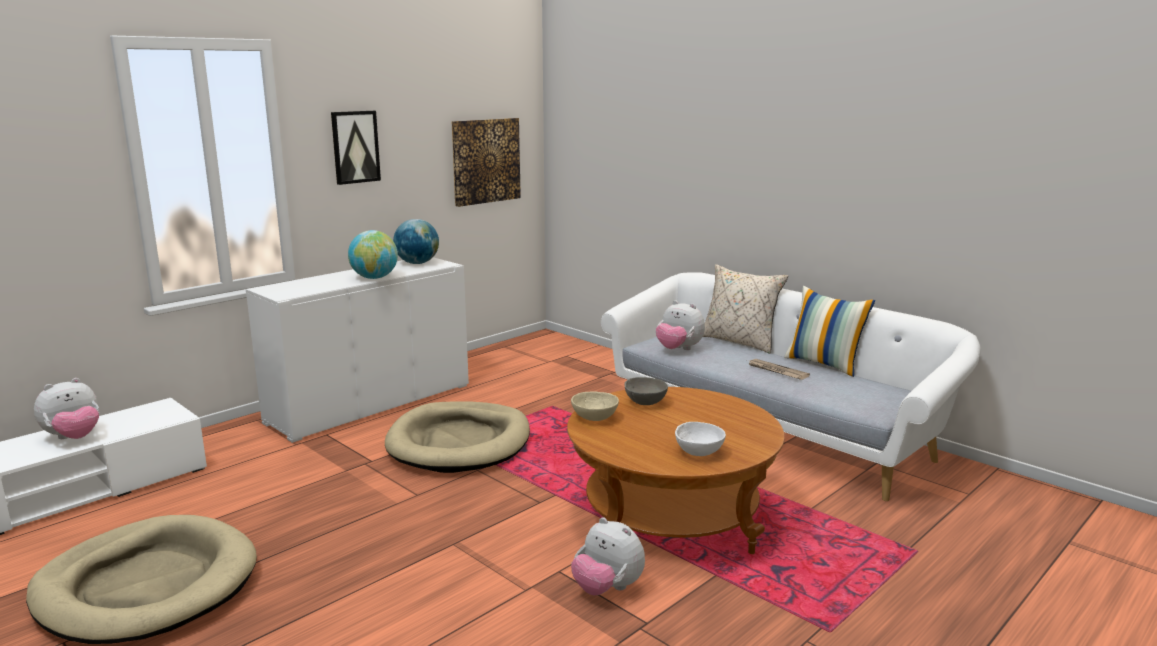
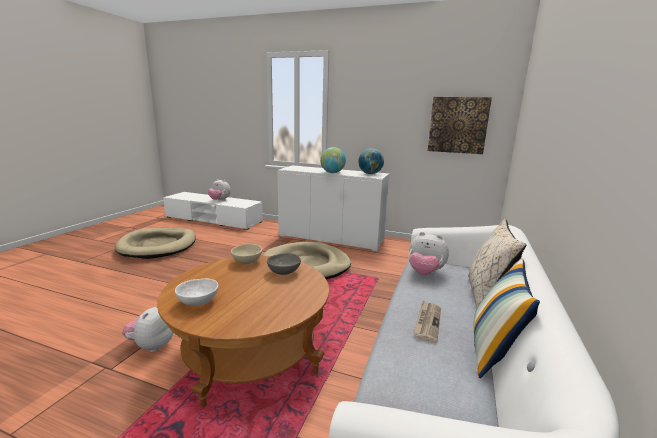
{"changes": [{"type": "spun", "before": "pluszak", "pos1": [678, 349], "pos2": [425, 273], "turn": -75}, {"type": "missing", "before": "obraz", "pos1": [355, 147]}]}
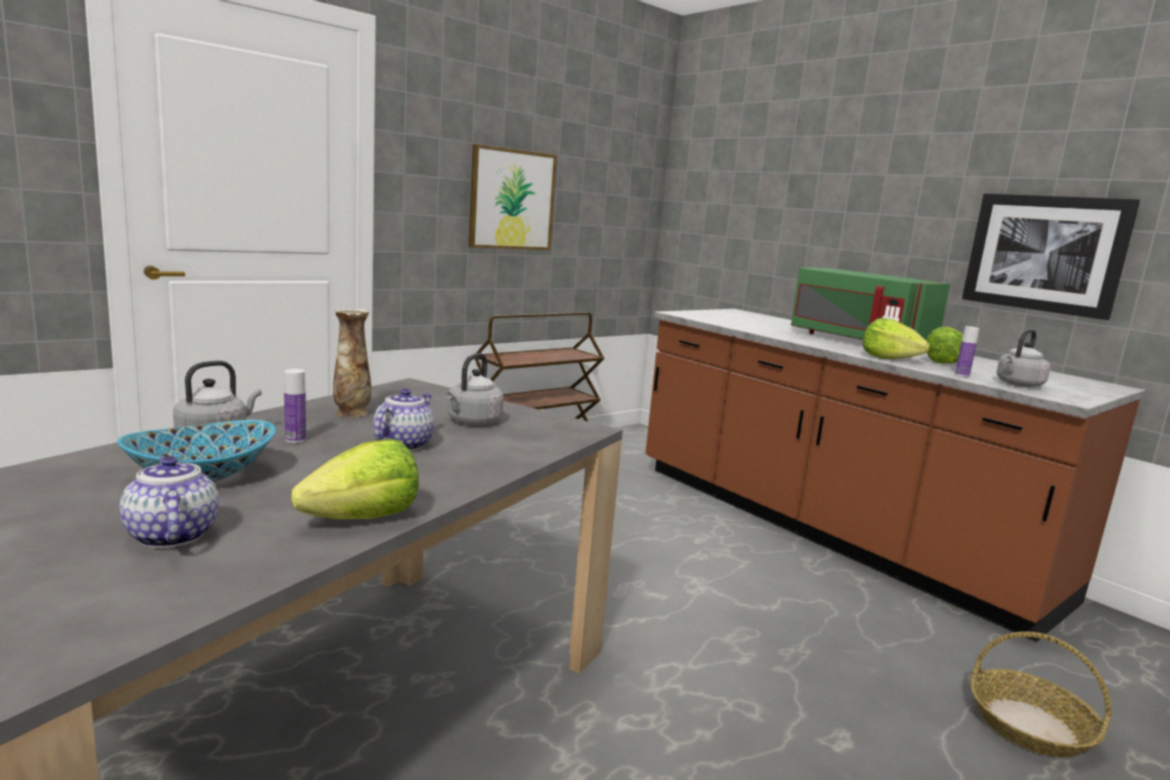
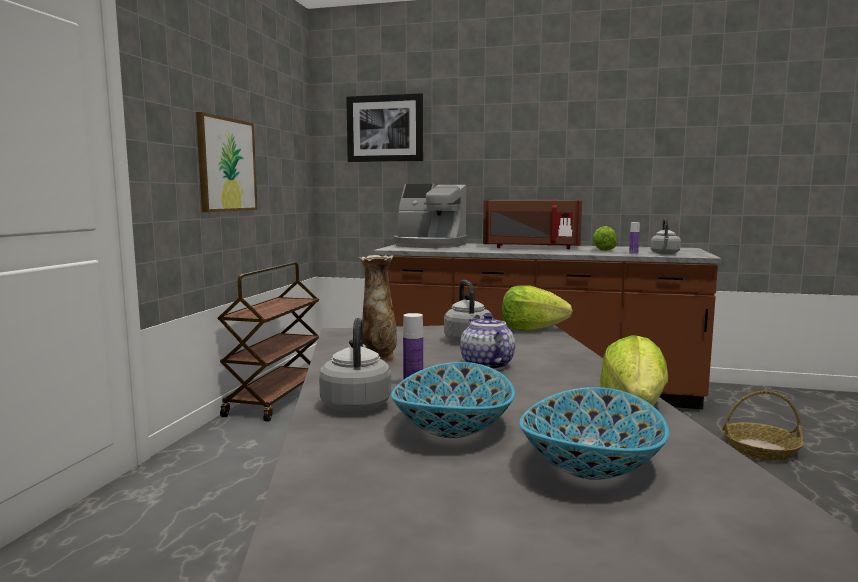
{"changes": [{"type": "relocated", "before": "obraz", "pos1": [1044, 253], "pos2": [385, 128]}, {"type": "appeared", "after": "ekspres do kawy", "pos2": [429, 245]}, {"type": "colour", "before": "mikrofalówka [zielony]", "after": "mikrofalówka [brązowy]", "pos1": [857, 341], "pos2": [531, 247]}, {"type": "relocated", "before": "sałata", "pos1": [889, 358], "pos2": [531, 329]}, {"type": "exchanged", "before": "imbryk", "after": "miska", "pos1": [171, 535], "pos2": [589, 466]}]}
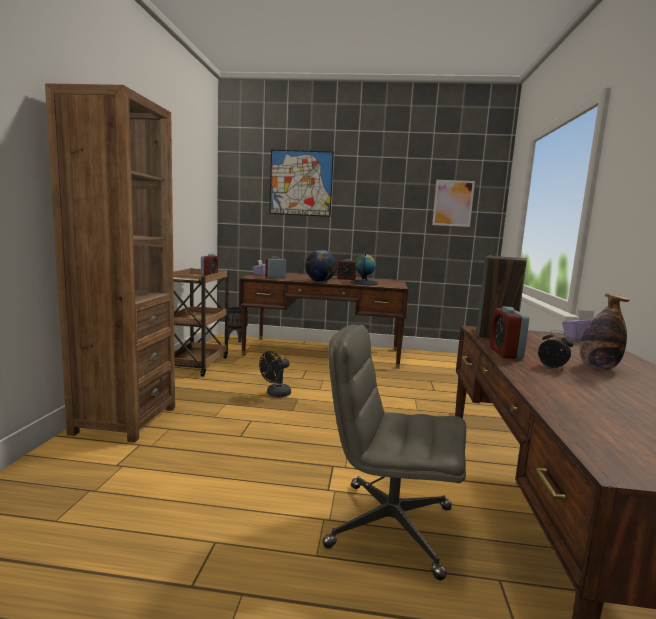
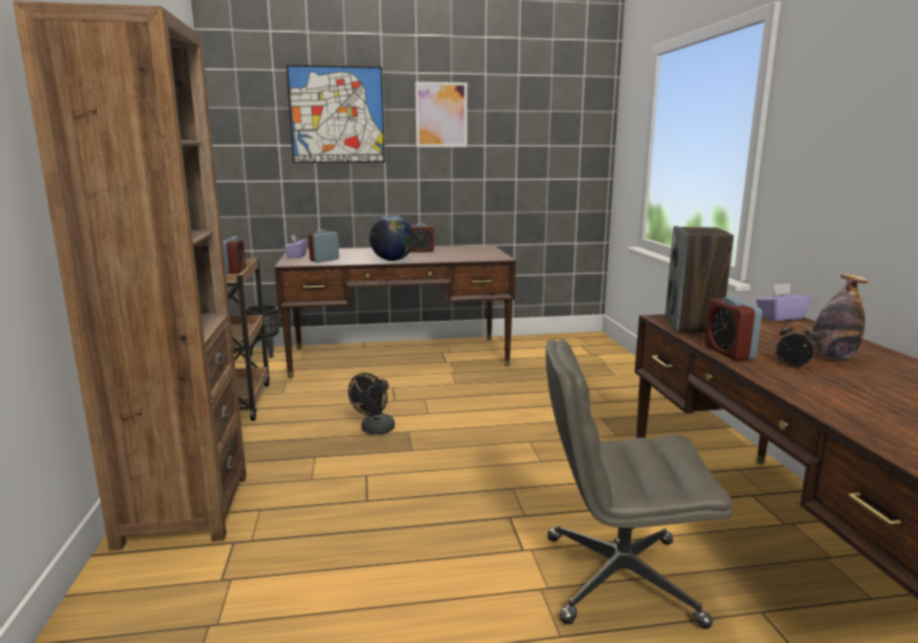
{"changes": [{"type": "relocated", "before": "obraz", "pos1": [453, 203], "pos2": [441, 115]}, {"type": "missing", "before": "globus", "pos1": [364, 283]}]}
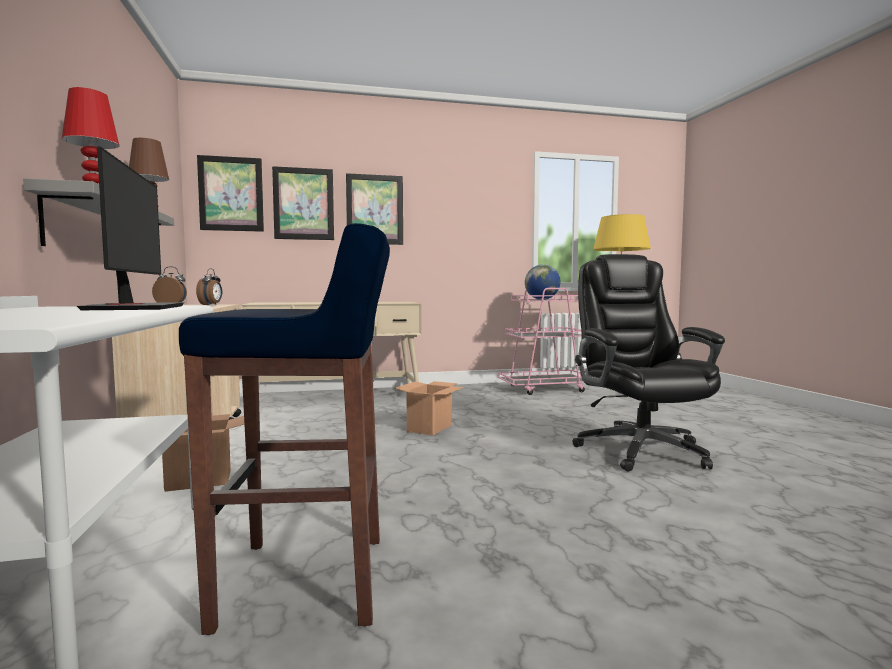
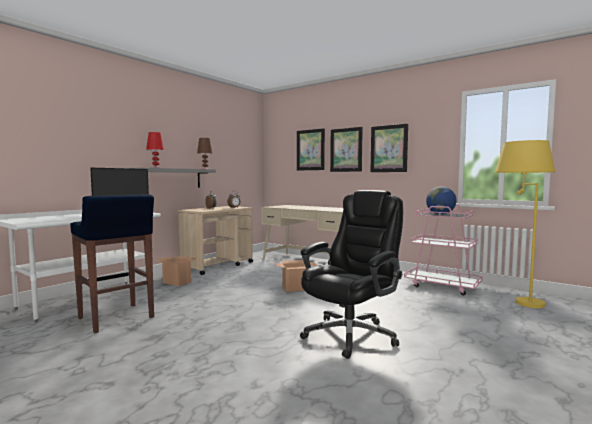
{"changes": [{"type": "relocated", "before": "obraz", "pos1": [231, 194], "pos2": [389, 148]}]}
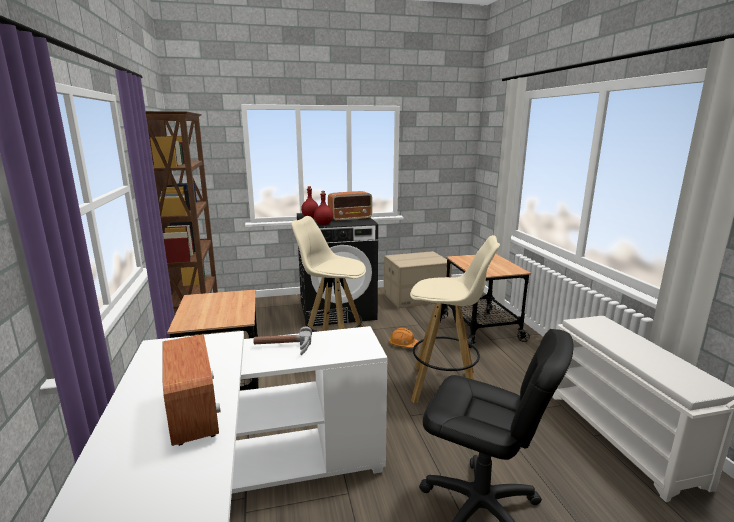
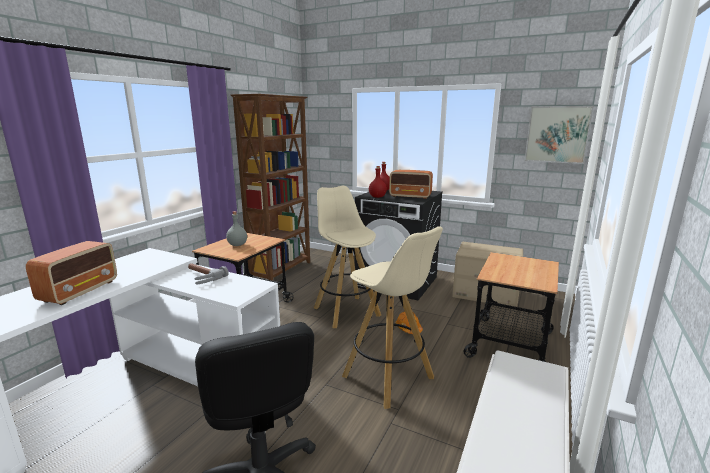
{"changes": [{"type": "appeared", "after": "butelka [szary]", "pos2": [237, 245]}, {"type": "appeared", "after": "obraz", "pos2": [557, 134]}]}
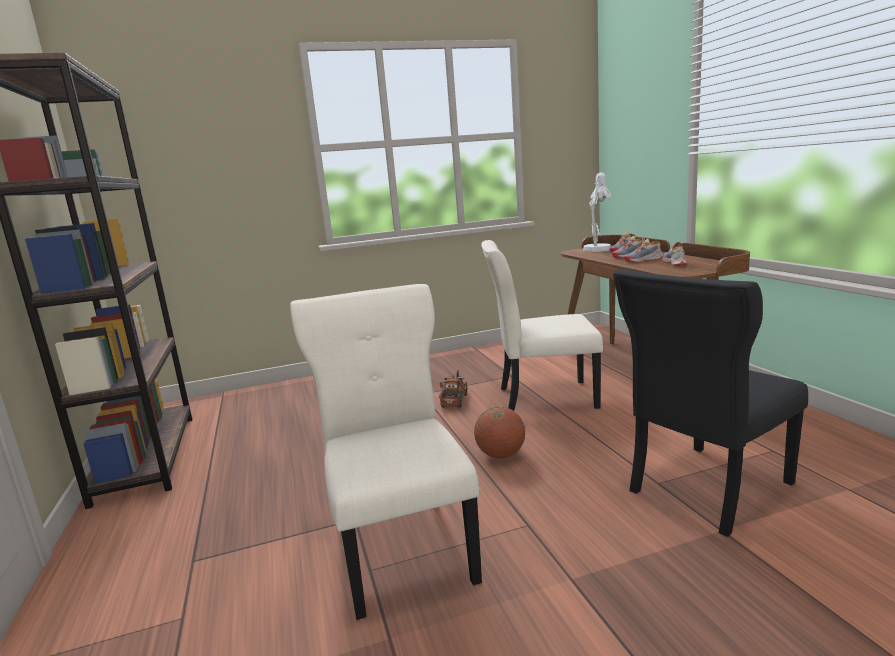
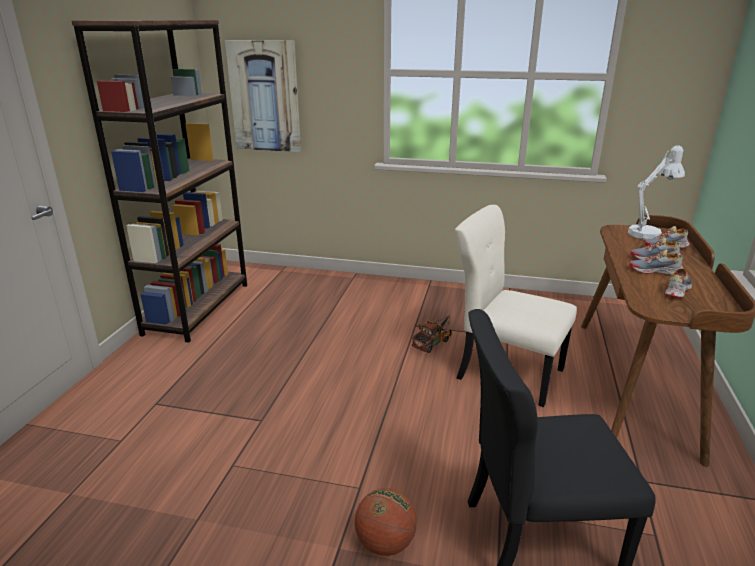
{"changes": [{"type": "appeared", "after": "obraz", "pos2": [265, 97]}, {"type": "relocated", "before": "piłka do koszykówki", "pos1": [501, 455], "pos2": [385, 543]}, {"type": "missing", "before": "krzesło [beżowy]", "pos1": [403, 548]}]}
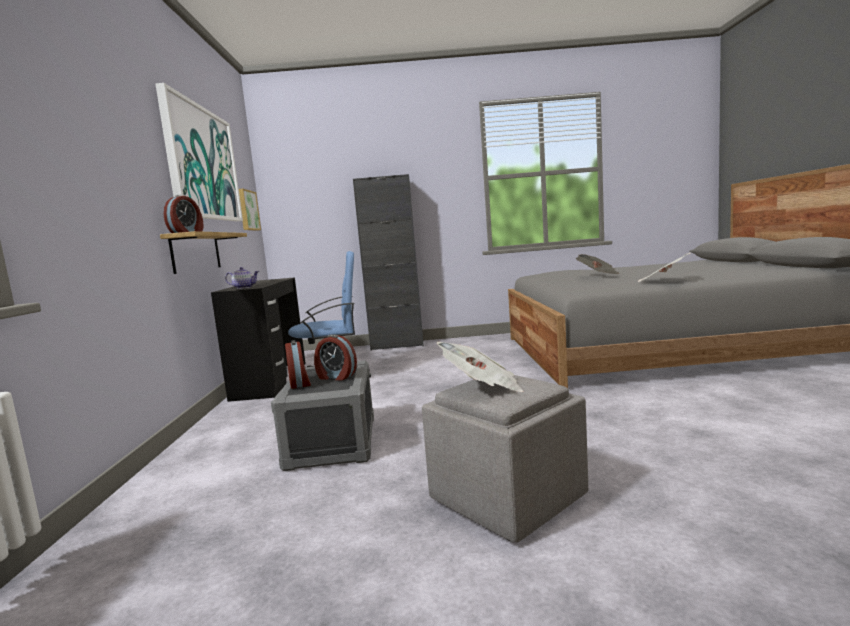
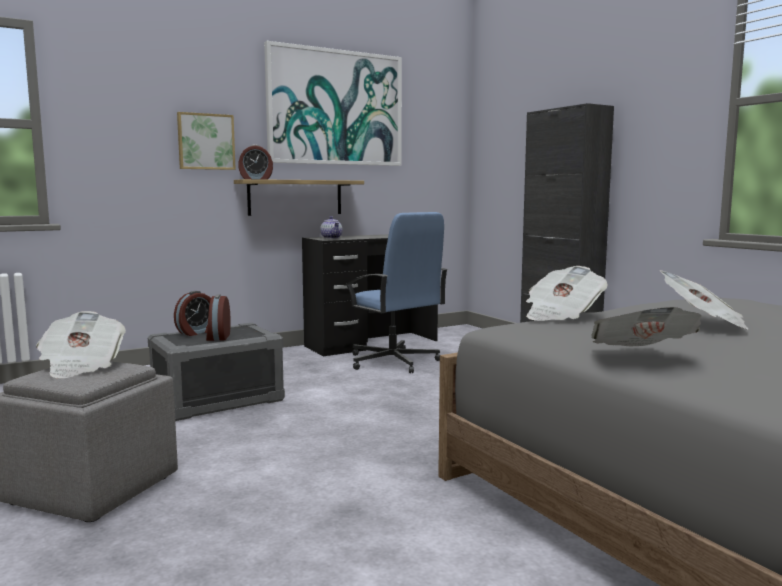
{"changes": [{"type": "relocated", "before": "obraz", "pos1": [247, 210], "pos2": [206, 141]}, {"type": "appeared", "after": "gazeta", "pos2": [561, 315]}]}
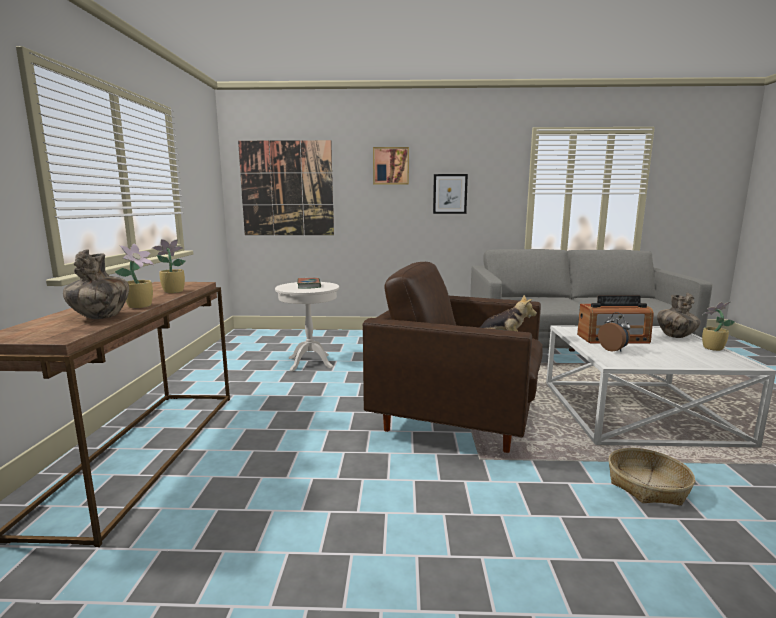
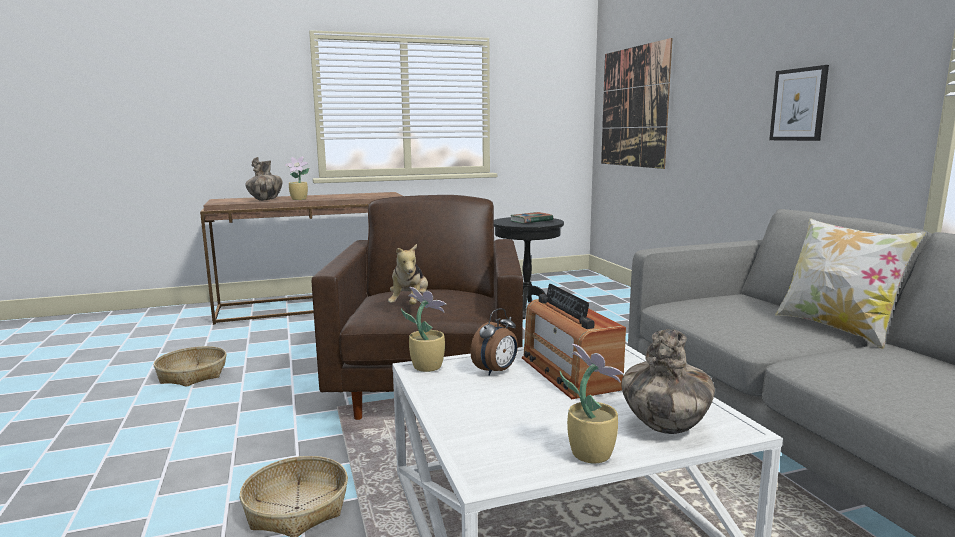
{"changes": [{"type": "appeared", "after": "koszyk", "pos2": [192, 374]}, {"type": "relocated", "before": "roślina doniczkowa", "pos1": [172, 292], "pos2": [426, 366]}, {"type": "colour", "before": "stolik [biały]", "after": "stolik [czarny]", "pos1": [310, 362], "pos2": [526, 309]}, {"type": "appeared", "after": "poduszka", "pos2": [836, 328]}, {"type": "missing", "before": "obraz", "pos1": [391, 166]}]}
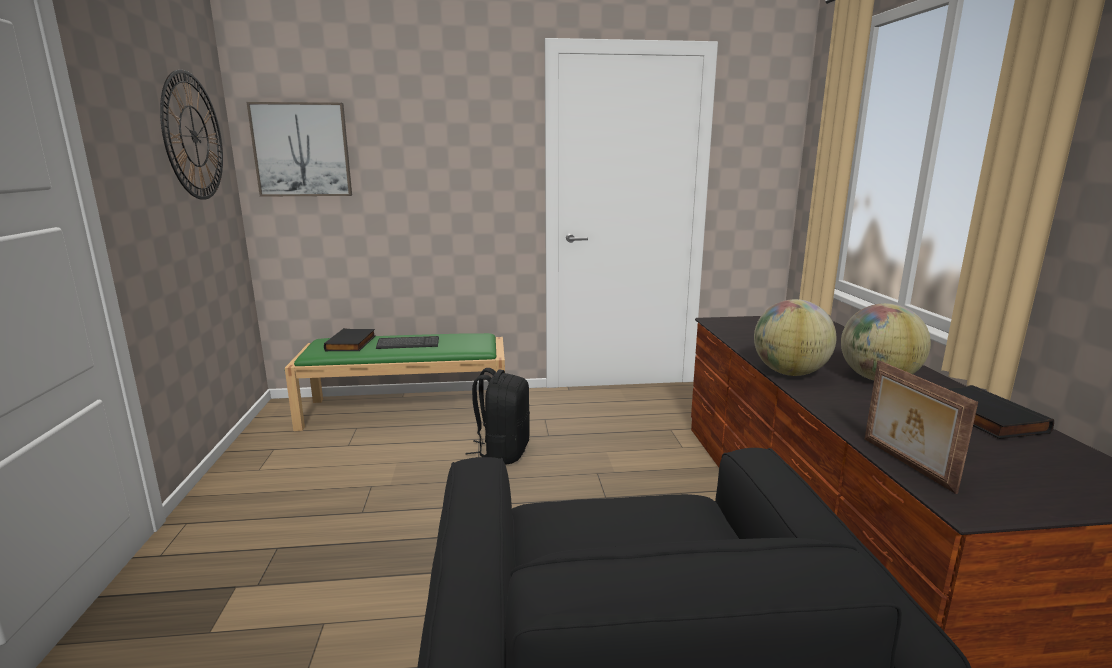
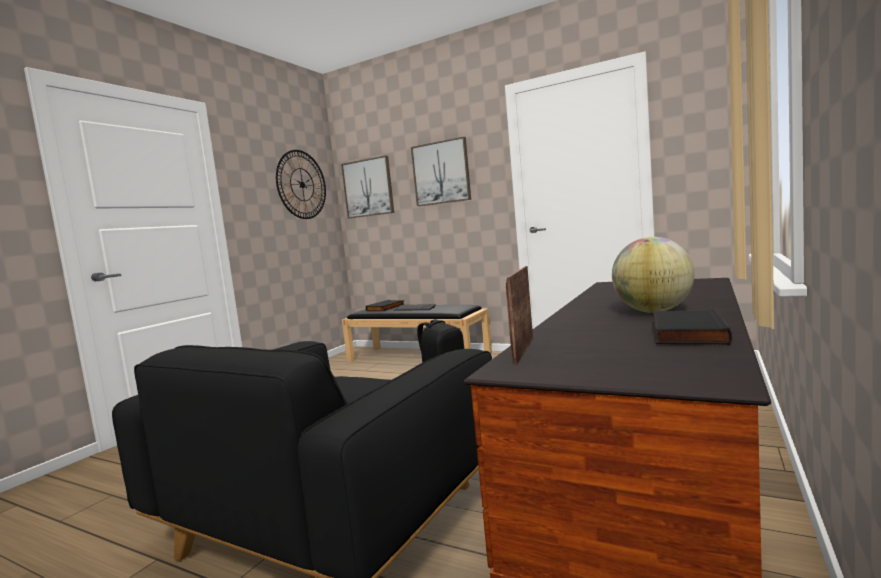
{"changes": [{"type": "colour", "before": "ławka [zielony]", "after": "ławka [czarny]", "pos1": [408, 409], "pos2": [419, 357]}, {"type": "appeared", "after": "obraz", "pos2": [441, 172]}, {"type": "missing", "before": "globus", "pos1": [789, 373]}]}
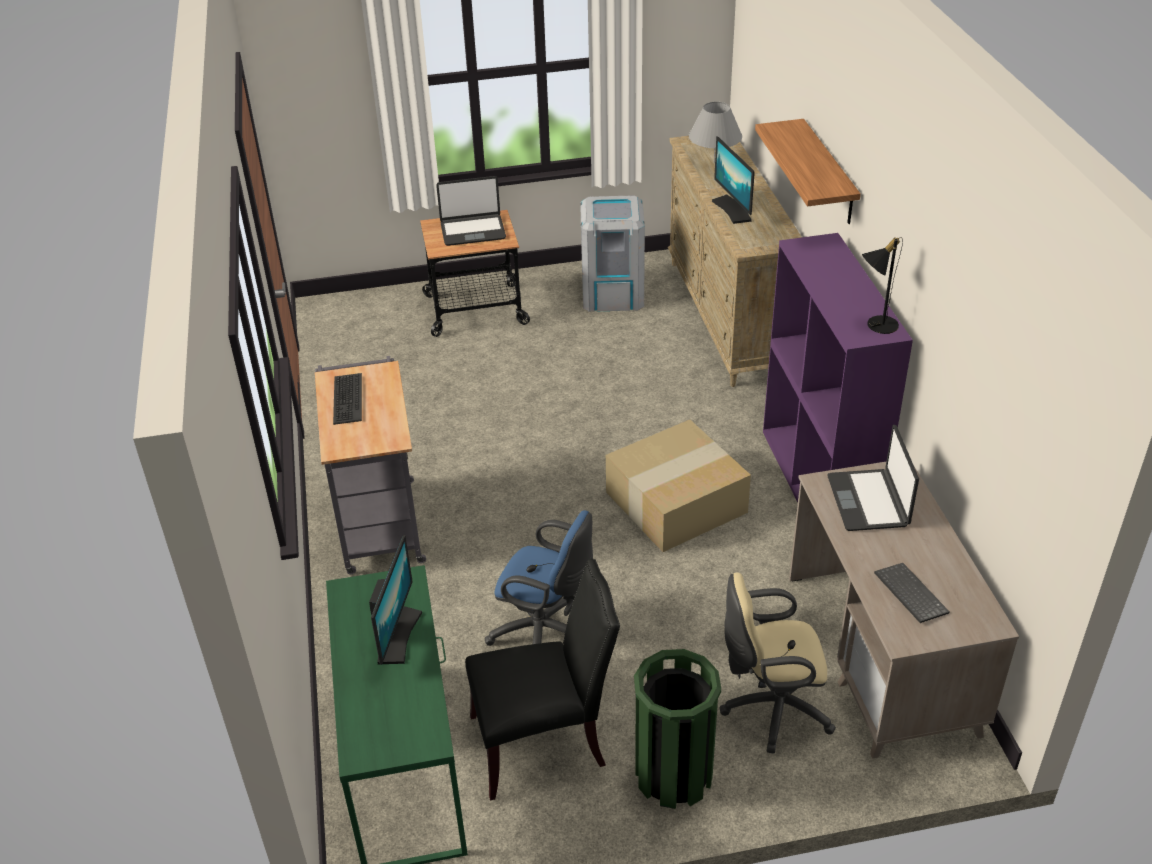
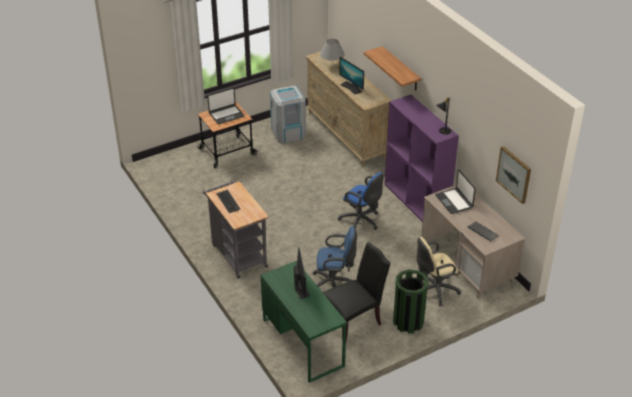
{"changes": [{"type": "exchanged", "before": "karton", "after": "krzesło biurowe [niebieski]", "pos1": [675, 504], "pos2": [361, 221]}, {"type": "appeared", "after": "obraz", "pos2": [514, 174]}]}
